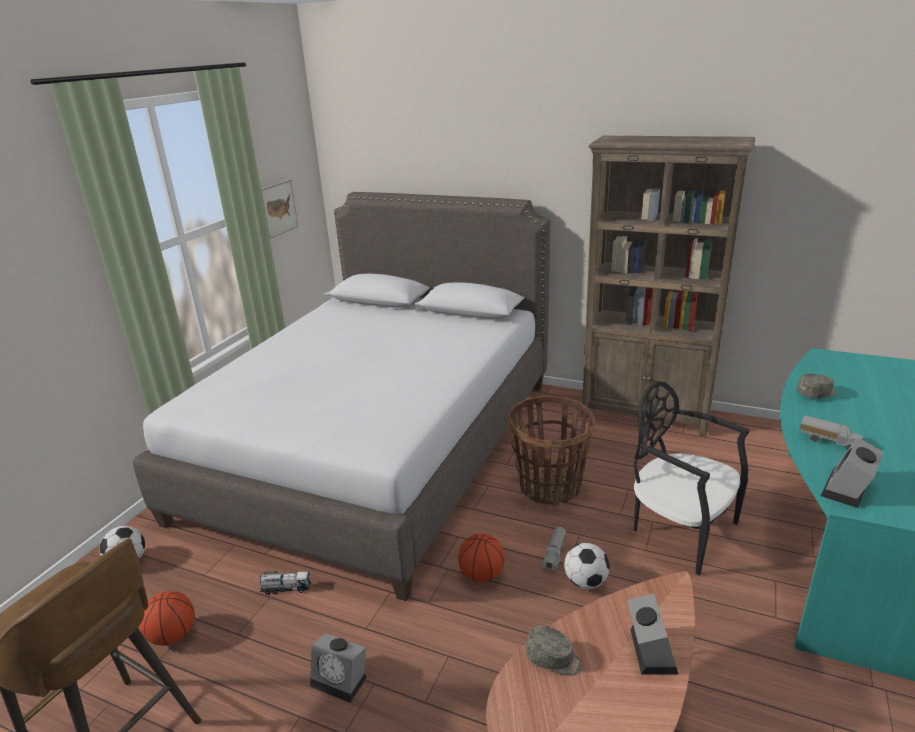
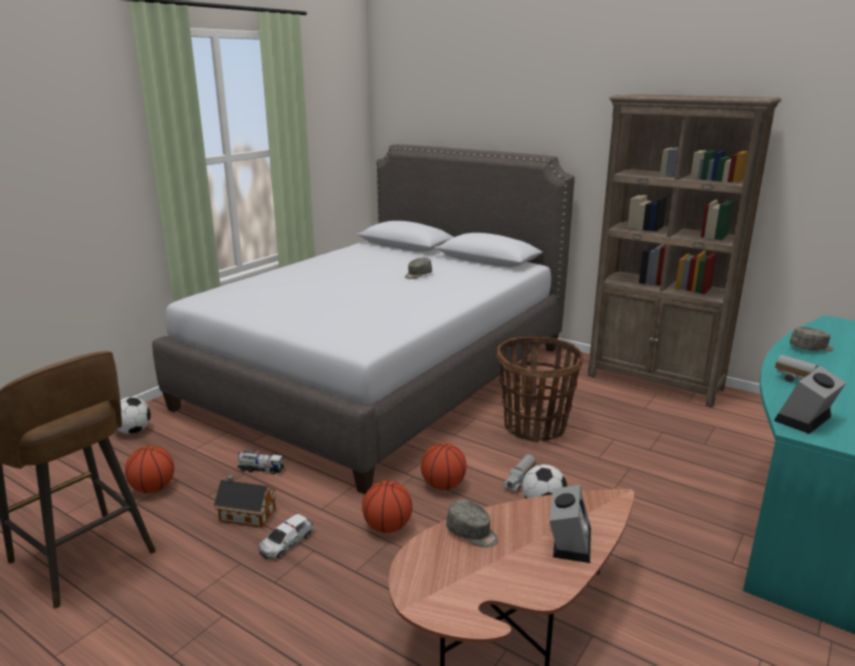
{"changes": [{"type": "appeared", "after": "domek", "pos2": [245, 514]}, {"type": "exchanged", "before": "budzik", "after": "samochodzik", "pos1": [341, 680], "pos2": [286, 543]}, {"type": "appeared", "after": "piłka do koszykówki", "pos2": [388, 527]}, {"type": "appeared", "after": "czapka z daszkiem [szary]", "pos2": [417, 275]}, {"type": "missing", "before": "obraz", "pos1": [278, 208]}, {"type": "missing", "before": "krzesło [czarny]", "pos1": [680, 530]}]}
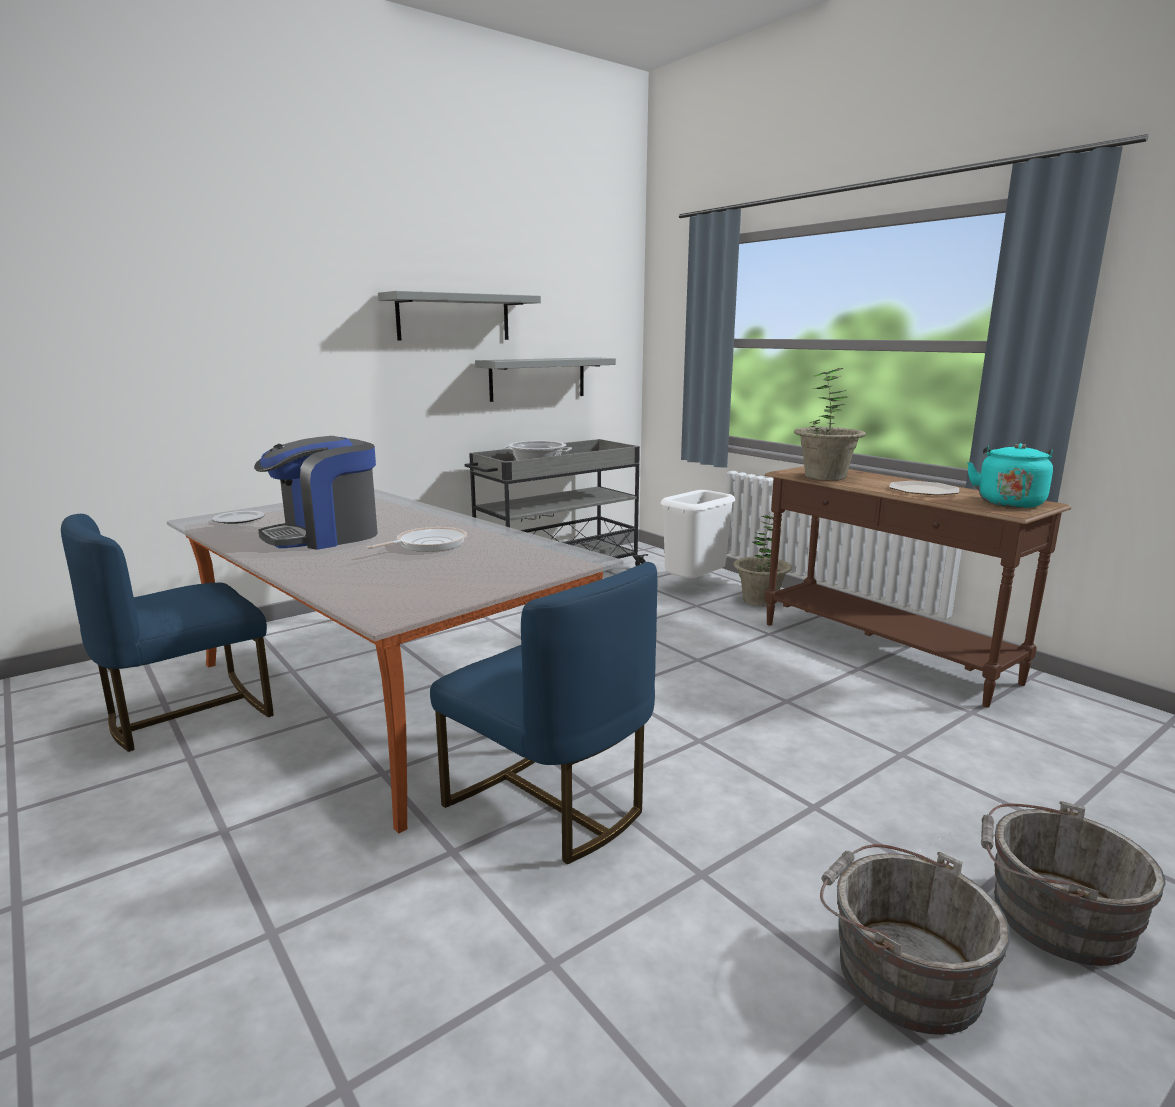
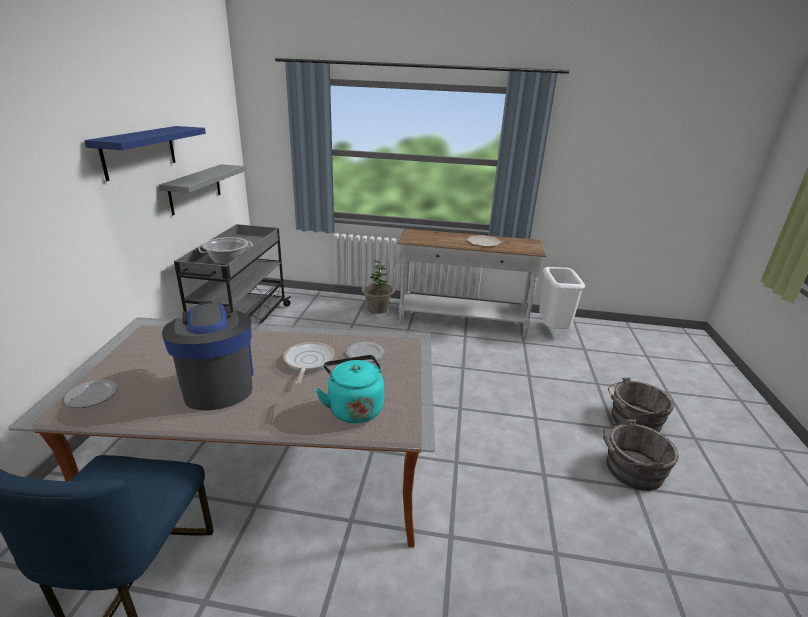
{"changes": [{"type": "colour", "before": "półka [szary]", "after": "półka [niebieski]", "pos1": [454, 317], "pos2": [139, 151]}, {"type": "spun", "before": "ekspres do kawy", "pos1": [325, 536], "pos2": [217, 383], "turn": 150}, {"type": "relocated", "before": "czajnik [turkusowy]", "pos1": [1009, 502], "pos2": [354, 407]}, {"type": "appeared", "after": "talerz", "pos2": [365, 353]}, {"type": "colour", "before": "stolik konsolowy [brązowy]", "after": "stolik konsolowy [biały]", "pos1": [882, 652], "pos2": [462, 323]}, {"type": "relocated", "before": "kosz na śmieci [biały]", "pos1": [694, 587], "pos2": [552, 330]}, {"type": "missing", "before": "krzesło [niebieski]", "pos1": [550, 804]}, {"type": "missing", "before": "roślina doniczkowa", "pos1": [825, 476]}]}
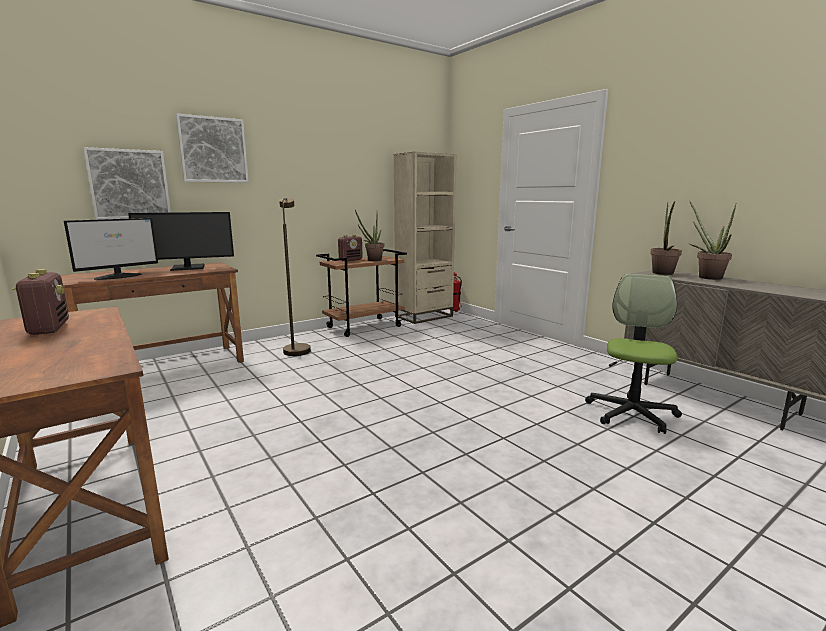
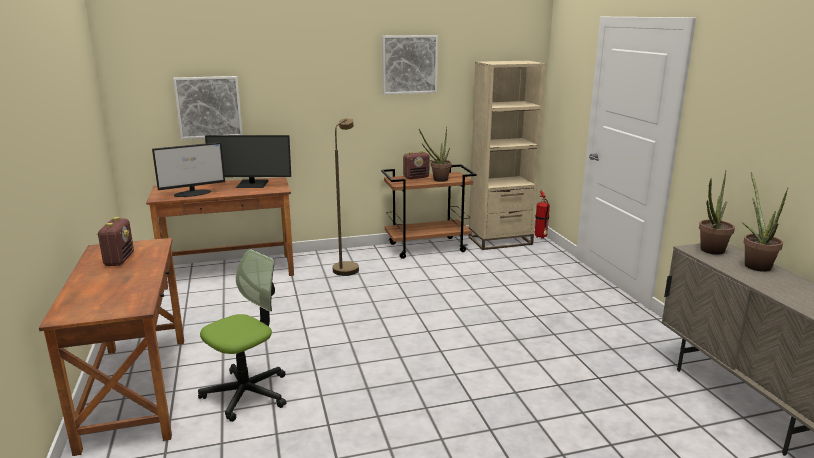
{"changes": [{"type": "relocated", "before": "krzesło biurowe", "pos1": [631, 413], "pos2": [247, 393]}, {"type": "relocated", "before": "obraz", "pos1": [213, 150], "pos2": [409, 64]}]}
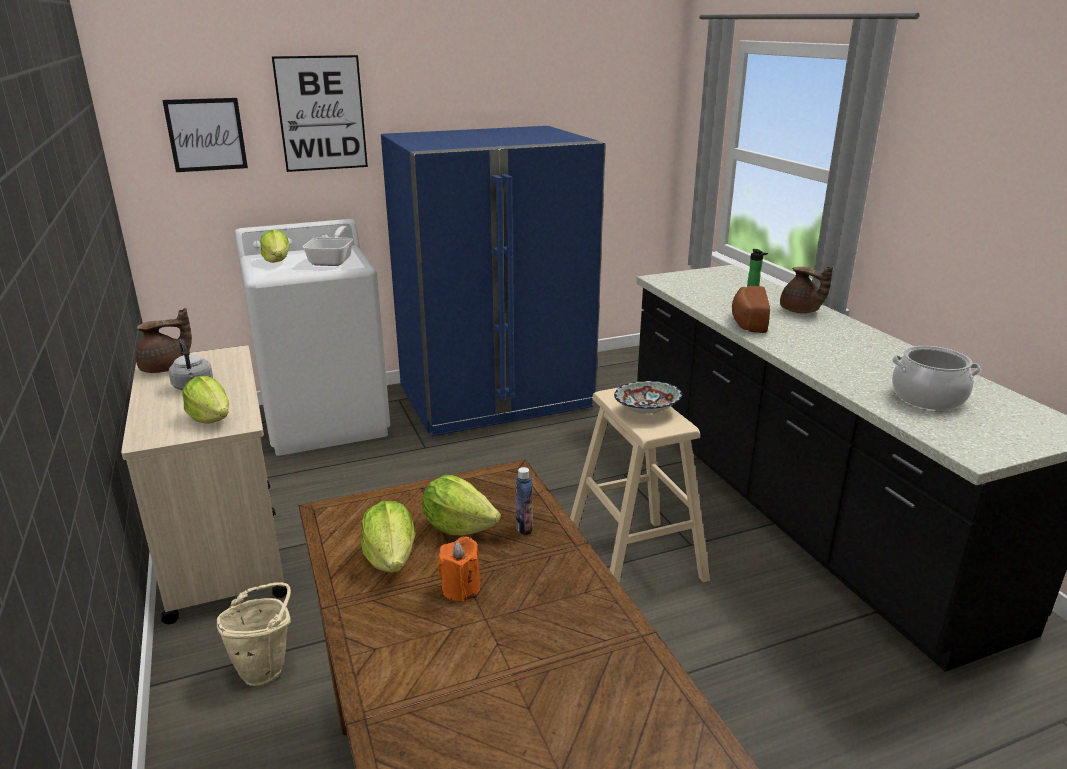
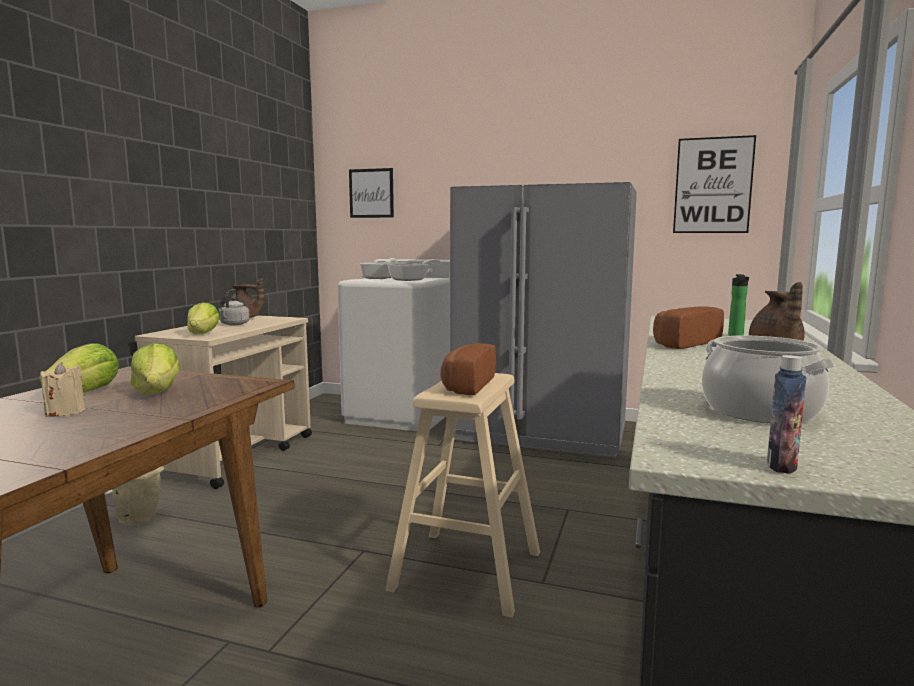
{"changes": [{"type": "colour", "before": "świeca [pomarańczowy]", "after": "świeca [beżowy]", "pos1": [460, 588], "pos2": [65, 412]}, {"type": "exchanged", "before": "sałata", "after": "patelnia", "pos1": [277, 261], "pos2": [381, 278]}, {"type": "exchanged", "before": "miska", "after": "chleb", "pos1": [646, 411], "pos2": [465, 385]}, {"type": "colour", "before": "lodówka [niebieski]", "after": "lodówka [szary]", "pos1": [495, 398], "pos2": [542, 432]}, {"type": "relocated", "before": "obraz", "pos1": [321, 114], "pos2": [713, 185]}, {"type": "relocated", "before": "butelka", "pos1": [524, 528], "pos2": [781, 466]}]}
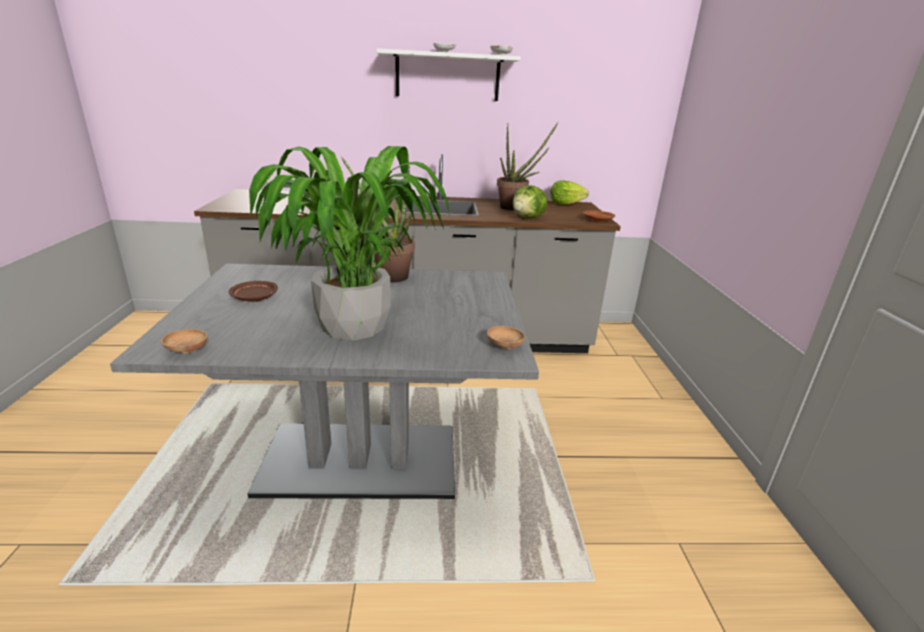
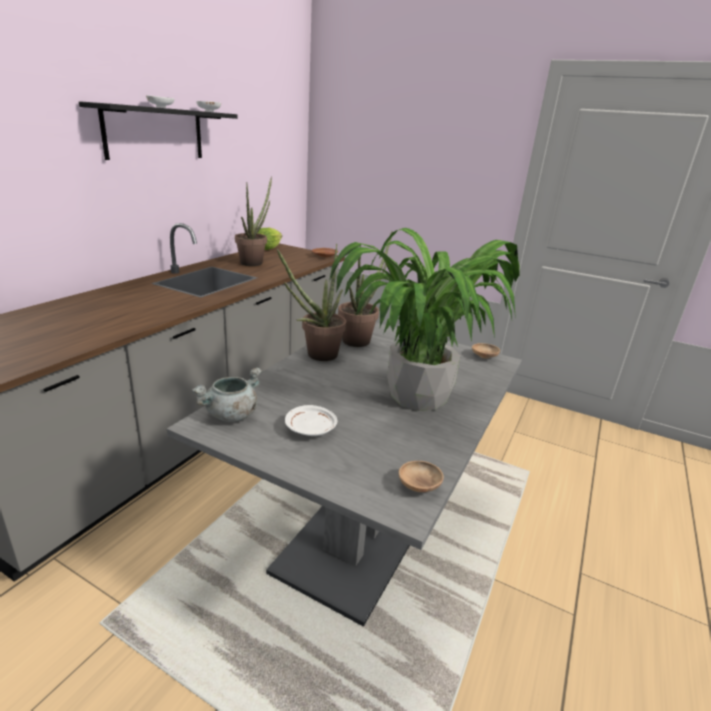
{"changes": [{"type": "colour", "before": "półka [biały]", "after": "półka [czarny]", "pos1": [447, 76], "pos2": [155, 133]}, {"type": "appeared", "after": "garnek [szary]", "pos2": [231, 415]}, {"type": "colour", "before": "talerz [brązowy]", "after": "talerz [biały]", "pos1": [254, 298], "pos2": [311, 429]}, {"type": "appeared", "after": "roślina doniczkowa", "pos2": [360, 339]}, {"type": "missing", "before": "sałata", "pos1": [528, 218]}]}
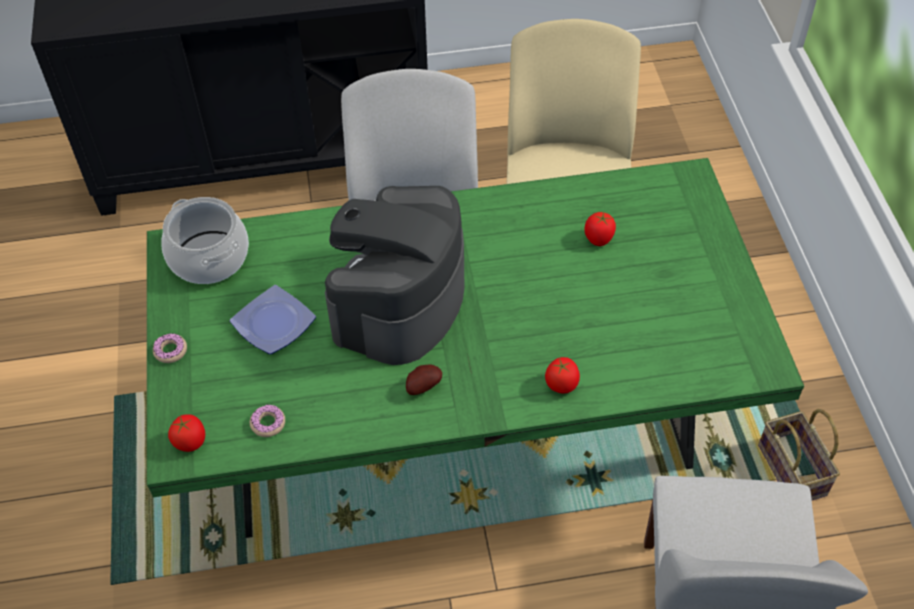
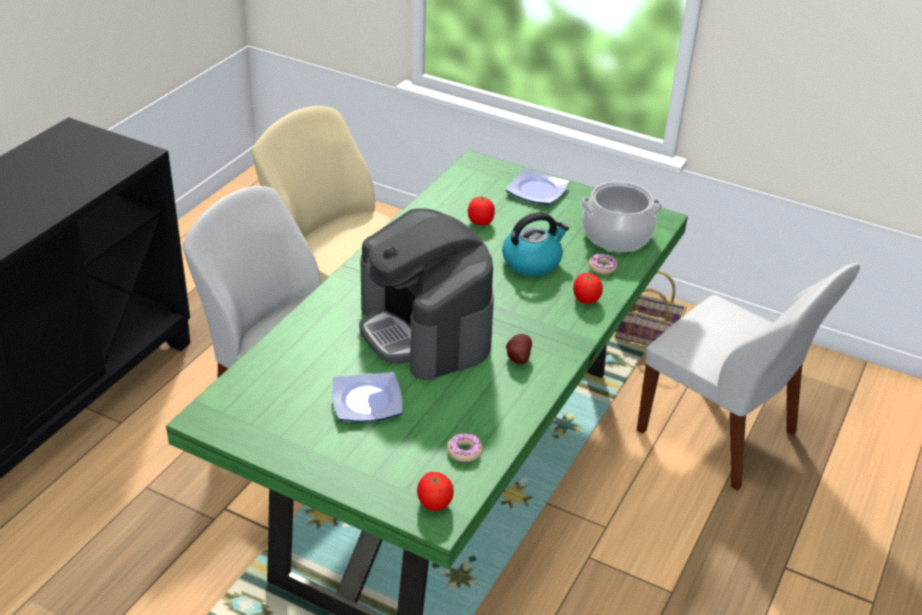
{"changes": [{"type": "appeared", "after": "czajnik", "pos2": [532, 262]}, {"type": "appeared", "after": "talerz", "pos2": [535, 191]}, {"type": "relocated", "before": "garnek", "pos1": [210, 257], "pos2": [617, 235]}, {"type": "relocated", "before": "donut", "pos1": [170, 351], "pos2": [602, 267]}]}
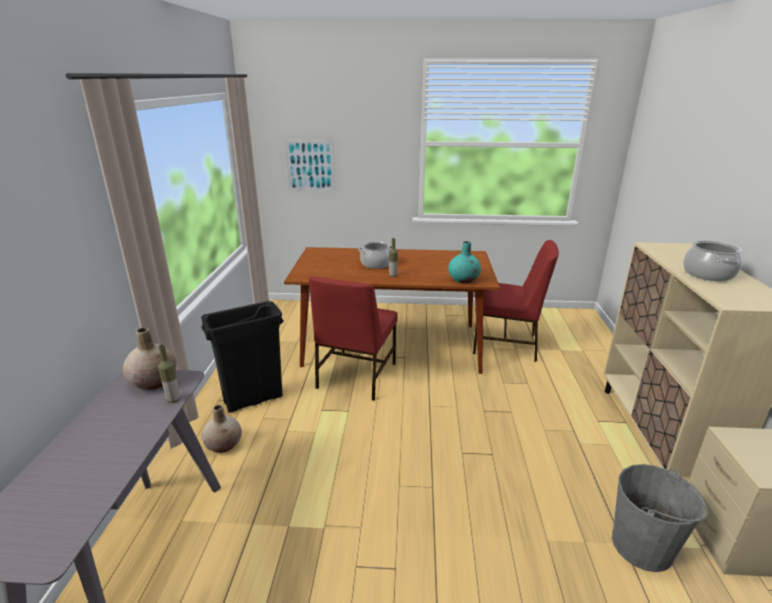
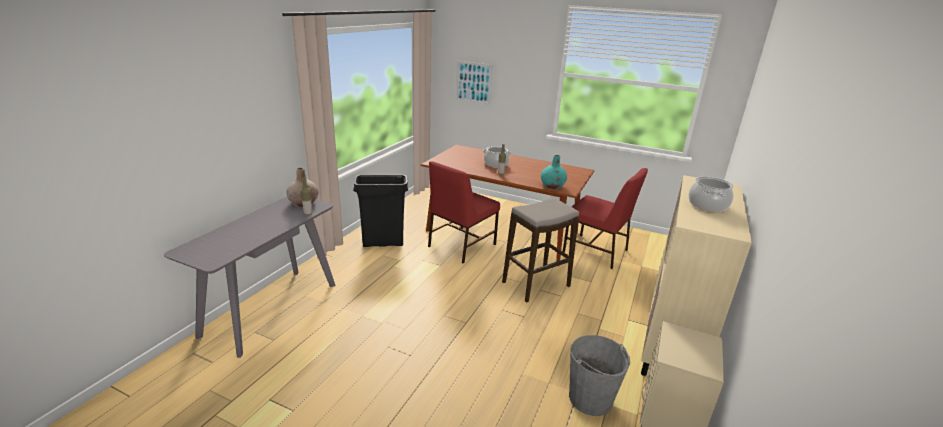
{"changes": [{"type": "appeared", "after": "stołek", "pos2": [535, 284]}, {"type": "missing", "before": "wazon [beżowy]", "pos1": [224, 445]}]}
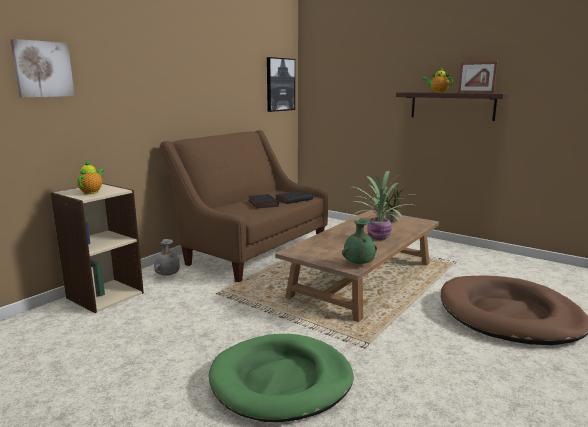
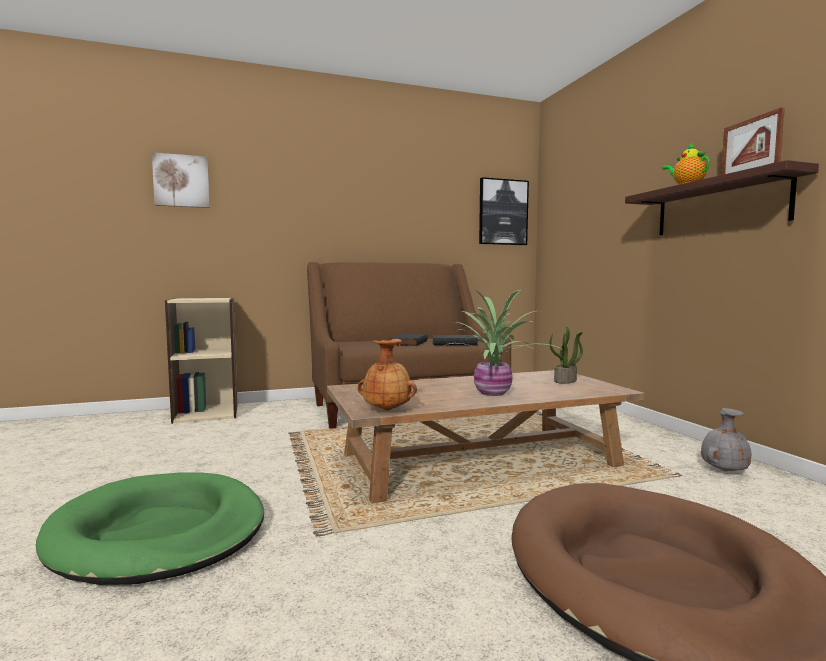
{"changes": [{"type": "colour", "before": "wazon [zielony]", "after": "wazon [brązowy]", "pos1": [358, 263], "pos2": [387, 409]}, {"type": "relocated", "before": "wazon [szary]", "pos1": [167, 275], "pos2": [723, 470]}, {"type": "missing", "before": "imbryk", "pos1": [92, 192]}]}
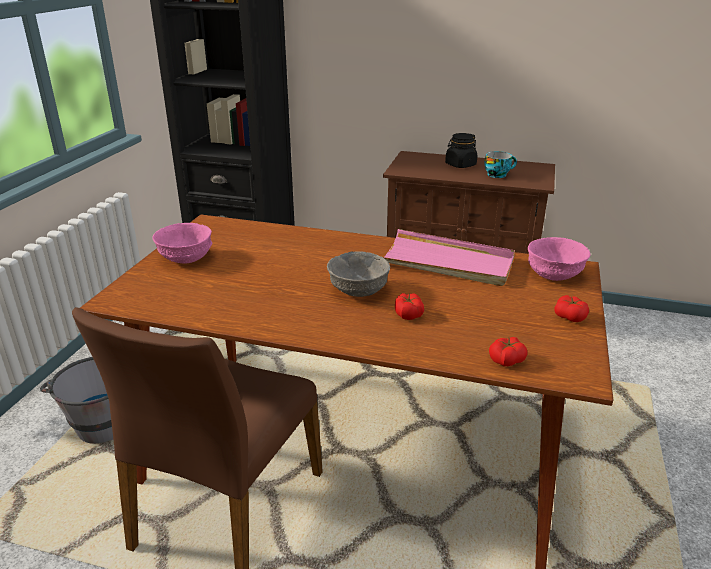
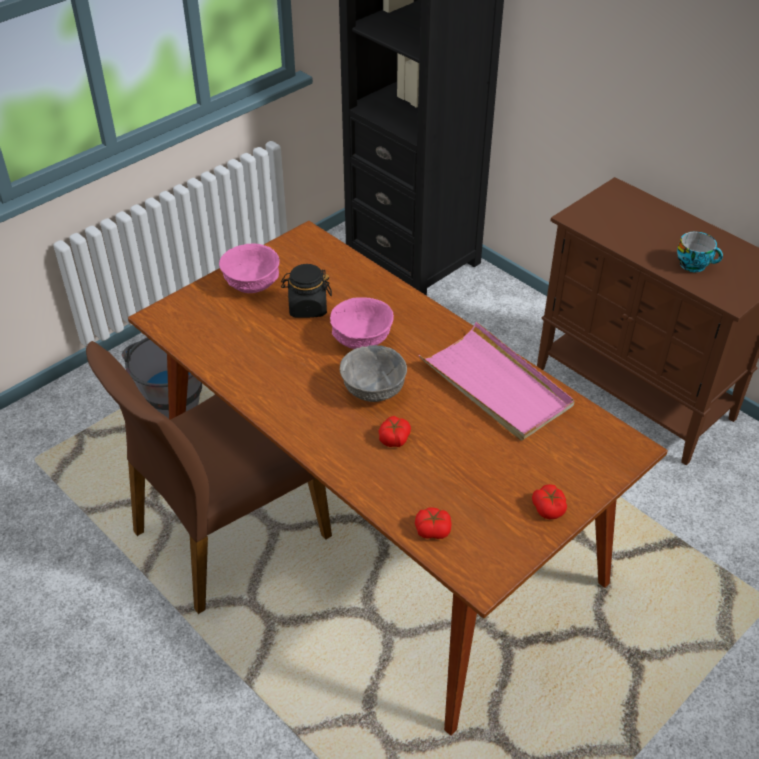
{"changes": [{"type": "relocated", "before": "słoik [czarny]", "pos1": [460, 165], "pos2": [307, 307]}, {"type": "relocated", "before": "miska [różowy]", "pos1": [554, 275], "pos2": [361, 340]}]}
